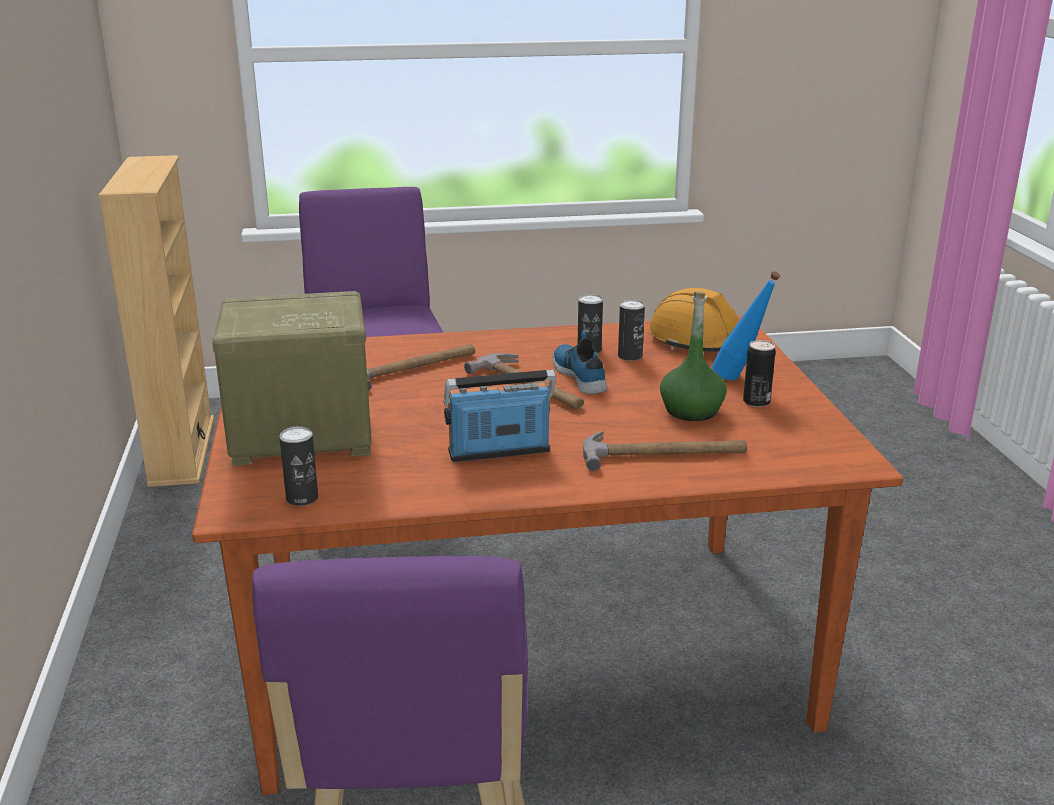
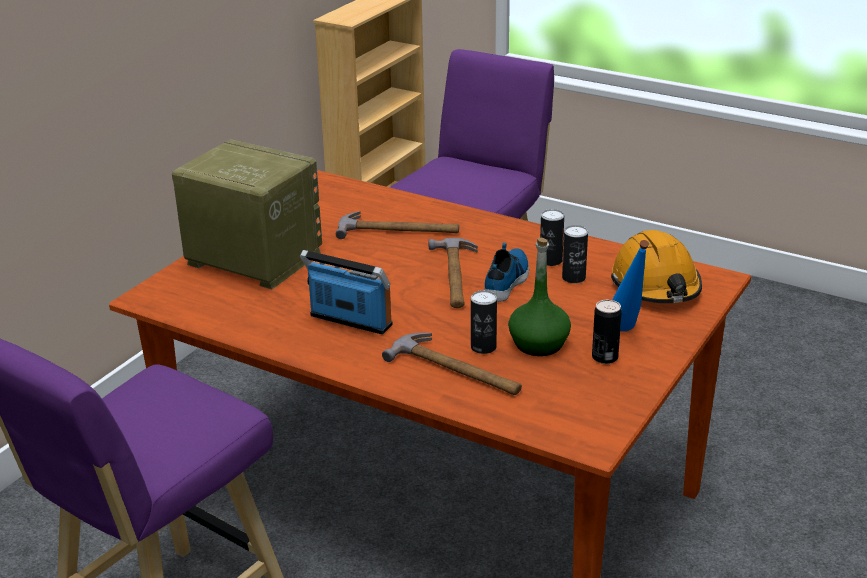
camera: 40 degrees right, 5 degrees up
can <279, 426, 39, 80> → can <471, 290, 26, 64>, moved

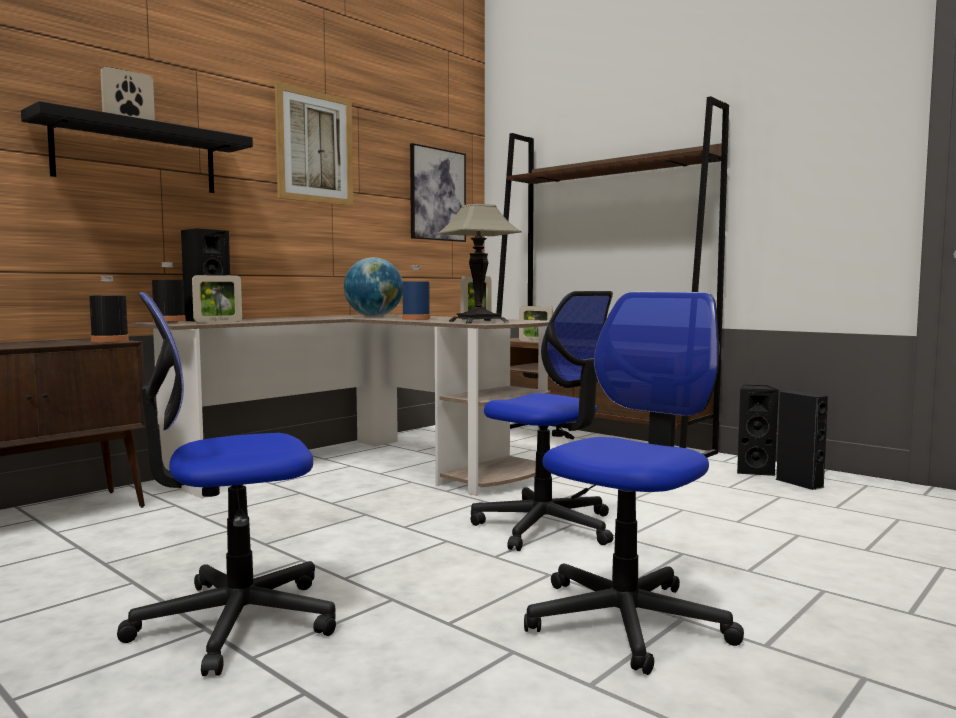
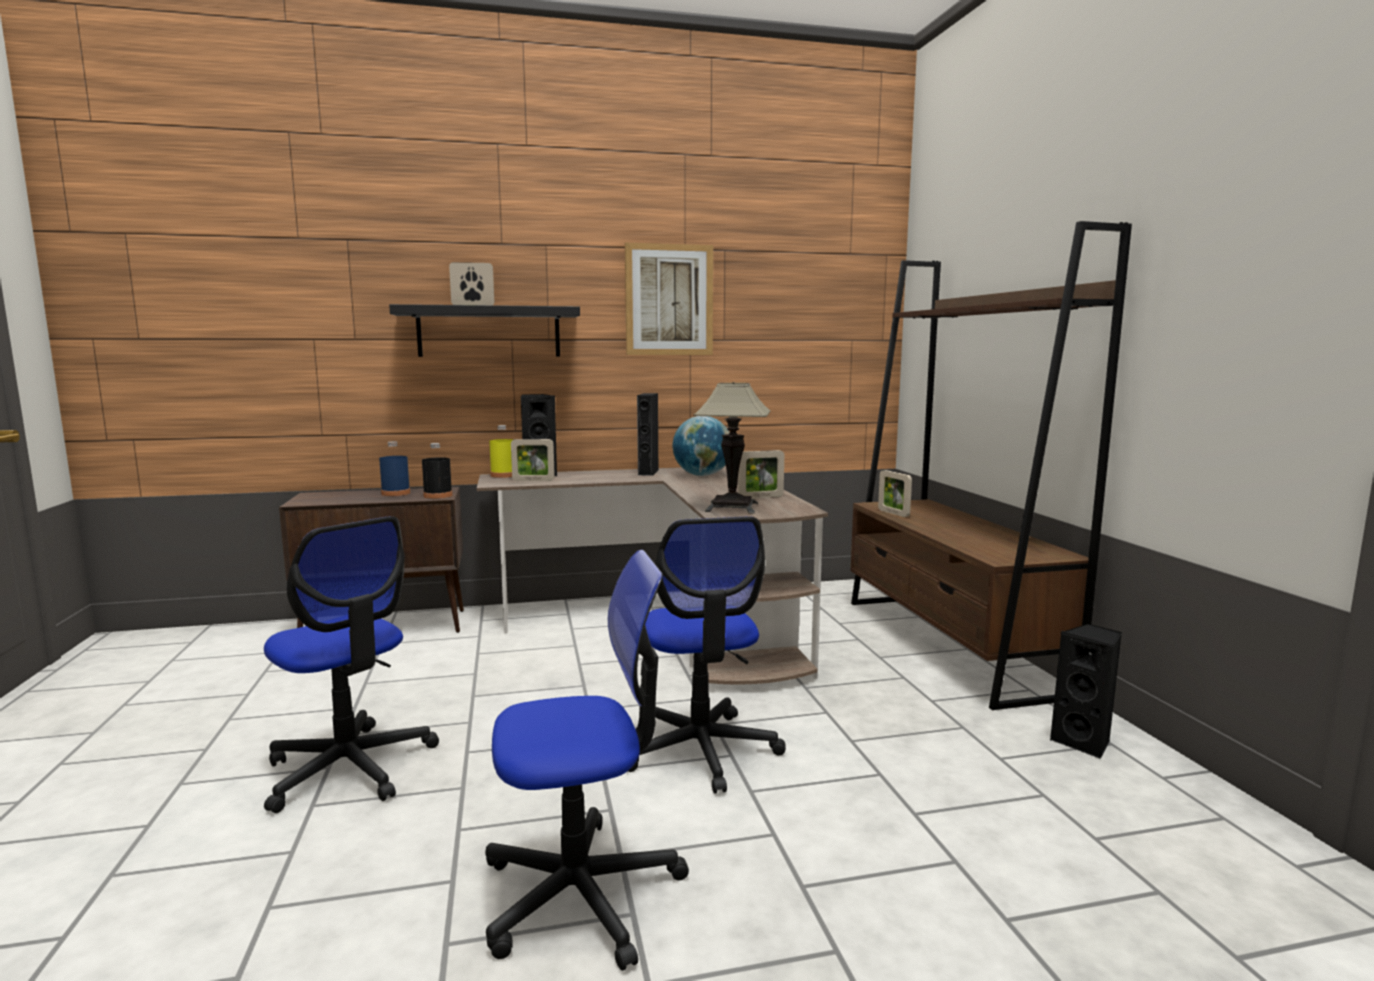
camera: 35 degrees right, 5 degrees up
office chair <117, 292, 219, 384> → office chair <264, 516, 175, 297>, 150 degrees counterclockwise
blue bottle <402, 265, 28, 55> → blue bottle <379, 441, 31, 55>, moved
black bottle <152, 262, 34, 60> → yellow bottle <489, 425, 24, 53>
black speaker <775, 391, 53, 99> → black speaker <637, 393, 21, 83>, moved
picture <410, 143, 56, 99> → -

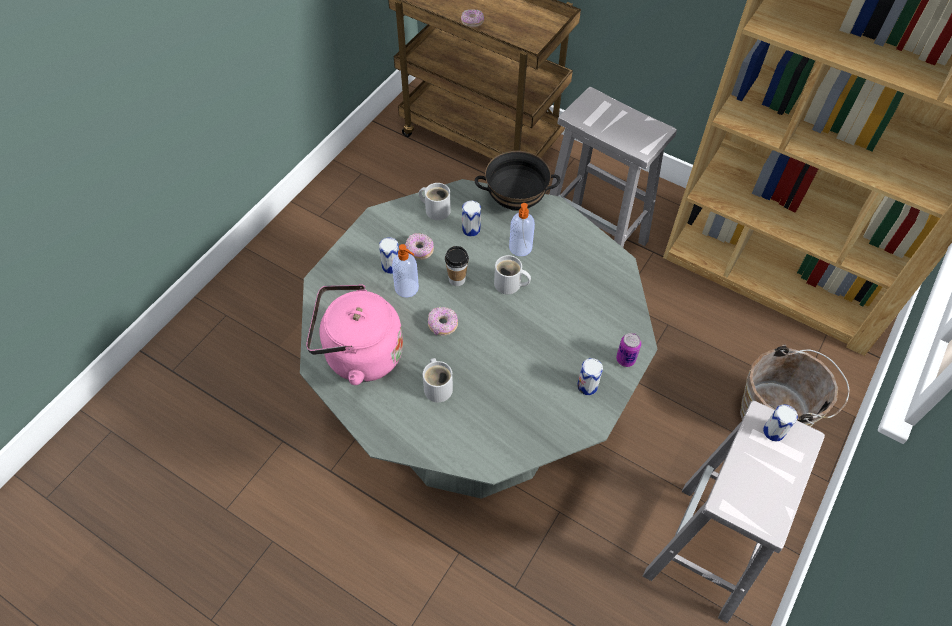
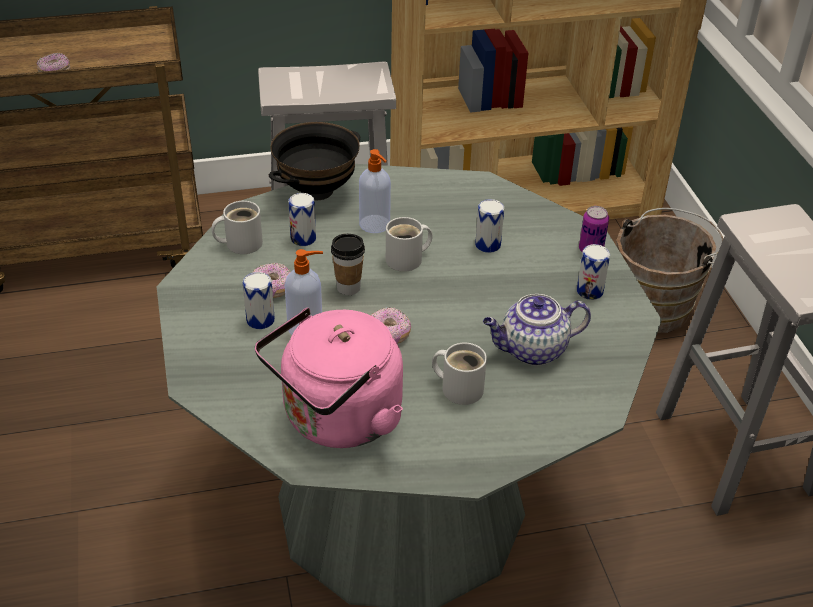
camera: 45 degrees left, 15 degrees down
can <763, 404, 35, 37> → can <475, 199, 29, 54>, moved
- → teapot <483, 294, 108, 72>

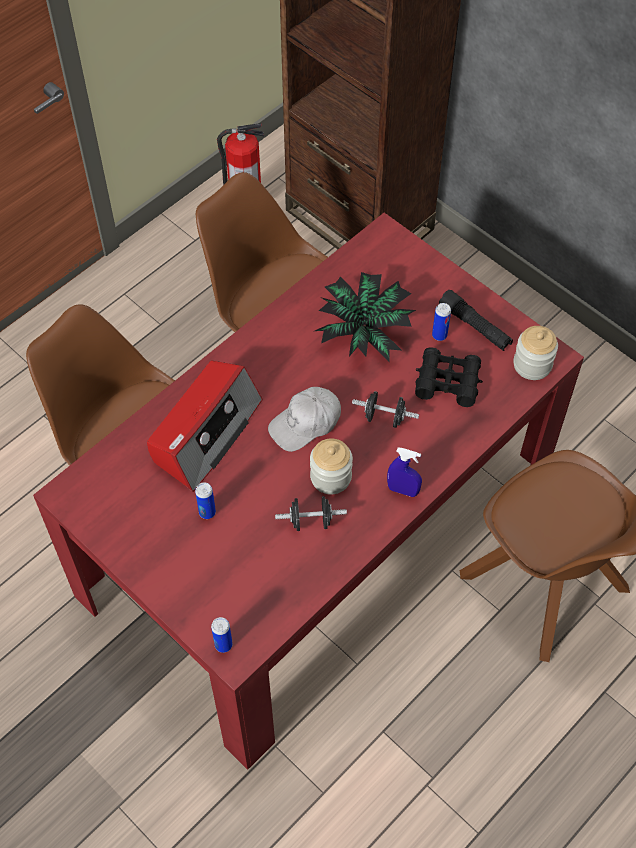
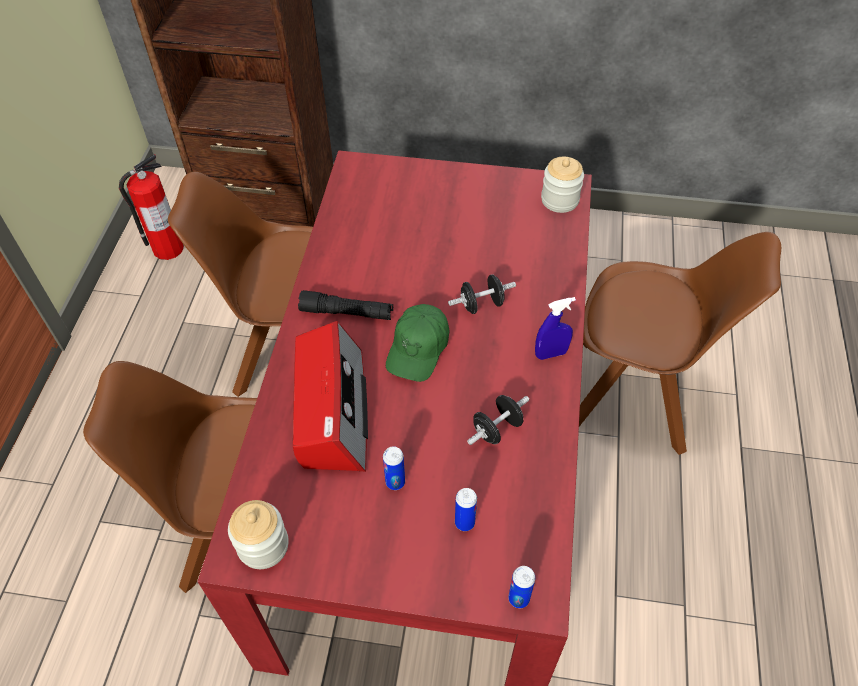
camera: 35 degrees left, 5 degrees down
jar <310, 438, 43, 56> → jar <228, 500, 61, 69>, moved
black flashlight <439, 290, 74, 61> → black flashlight <298, 290, 95, 30>, moved
white cap <268, 387, 73, 65> → green cap <386, 304, 63, 78>
can <432, 303, 19, 38> → can <455, 488, 22, 43>, moved
potted plant <315, 272, 101, 89> → -
black binoculars <415, 347, 68, 60> → -

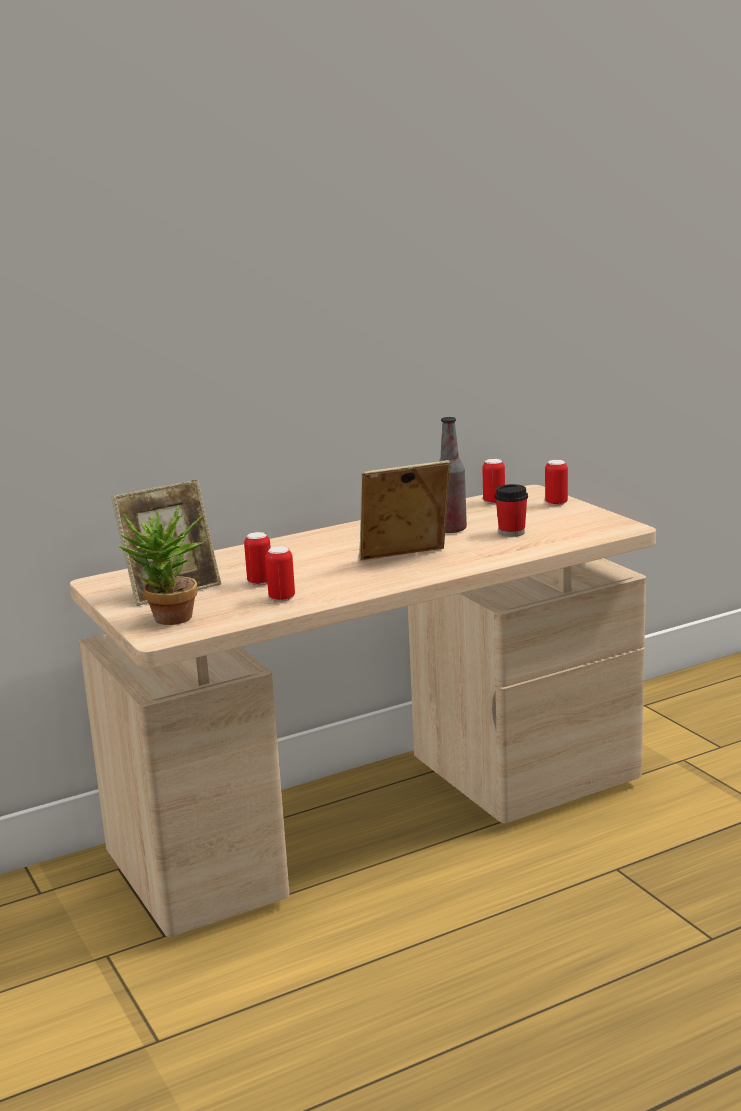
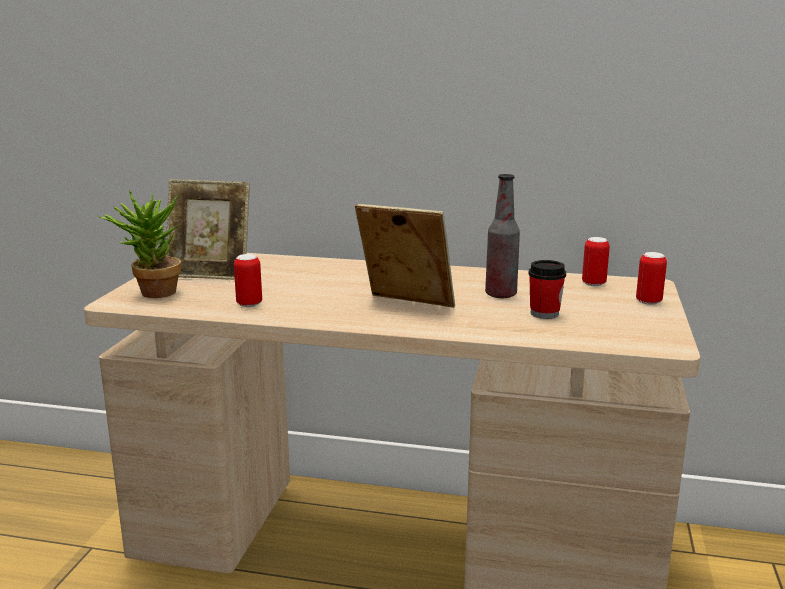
camera: 40 degrees right, 0 degrees up
can <244, 532, 27, 54> → -

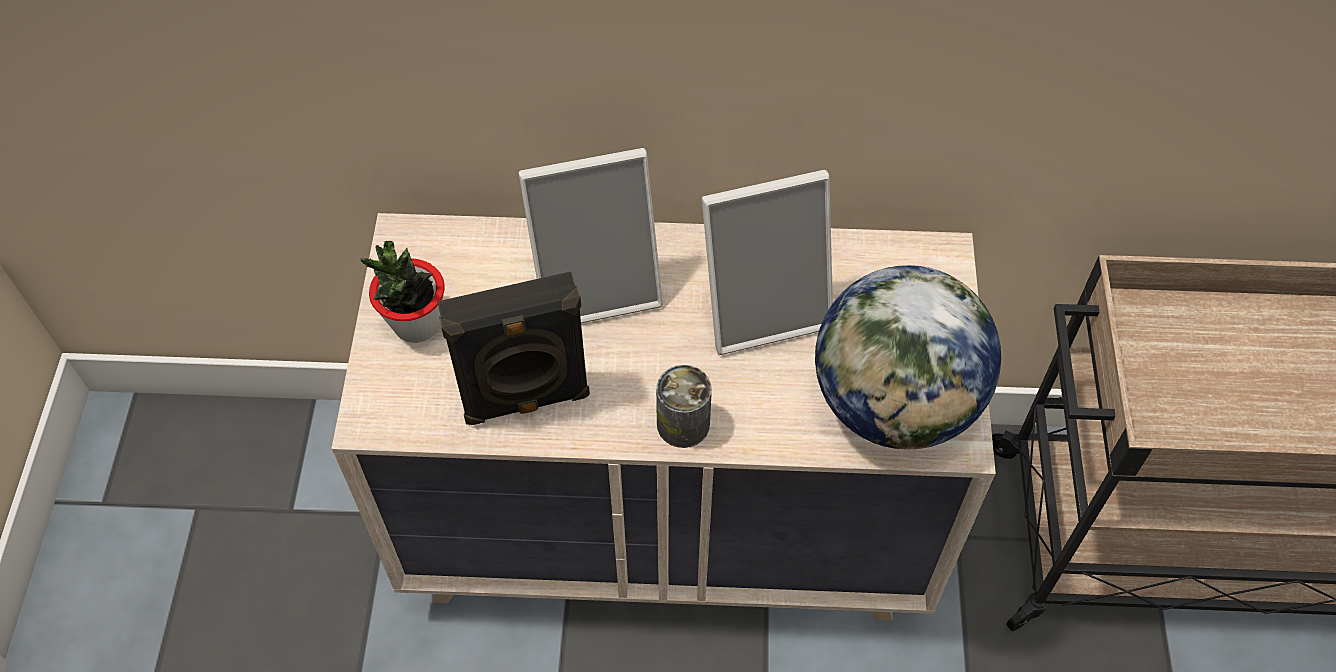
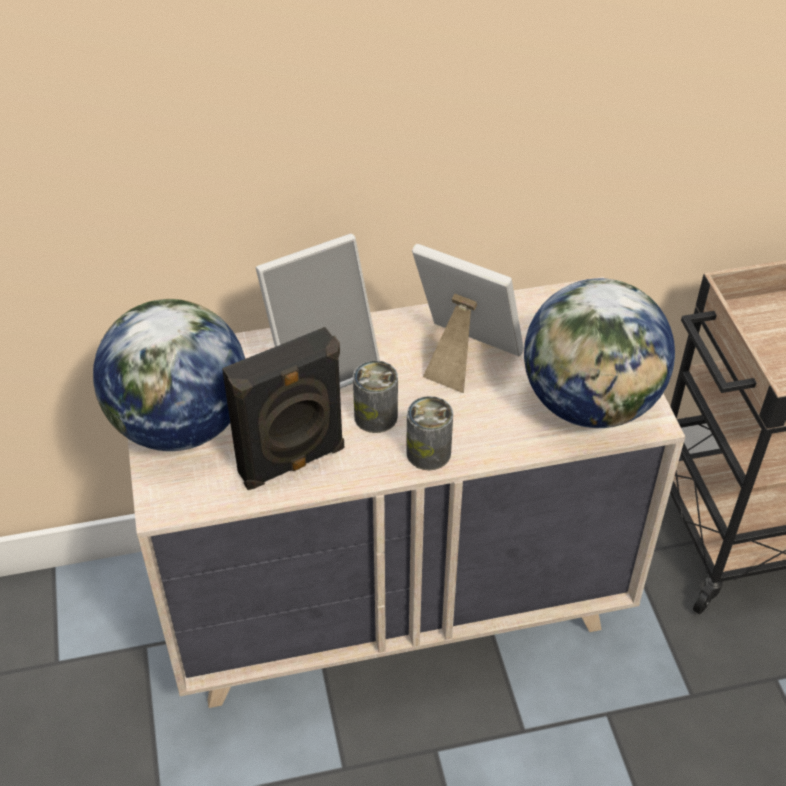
camera: 15 degrees left, 10 degrees down
potted plant <361, 241, 84, 102> → globe <93, 299, 152, 152>
- → can <353, 360, 45, 73>
picture frame <702, 170, 131, 185> → picture frame <412, 244, 112, 149>, 120 degrees counterclockwise

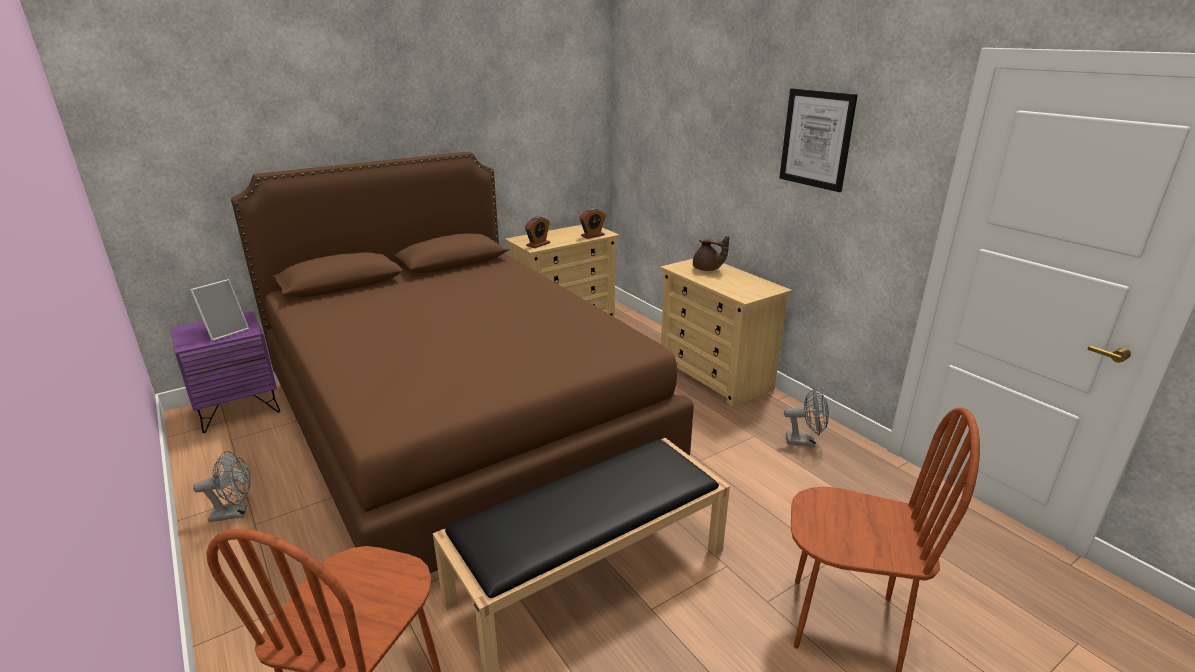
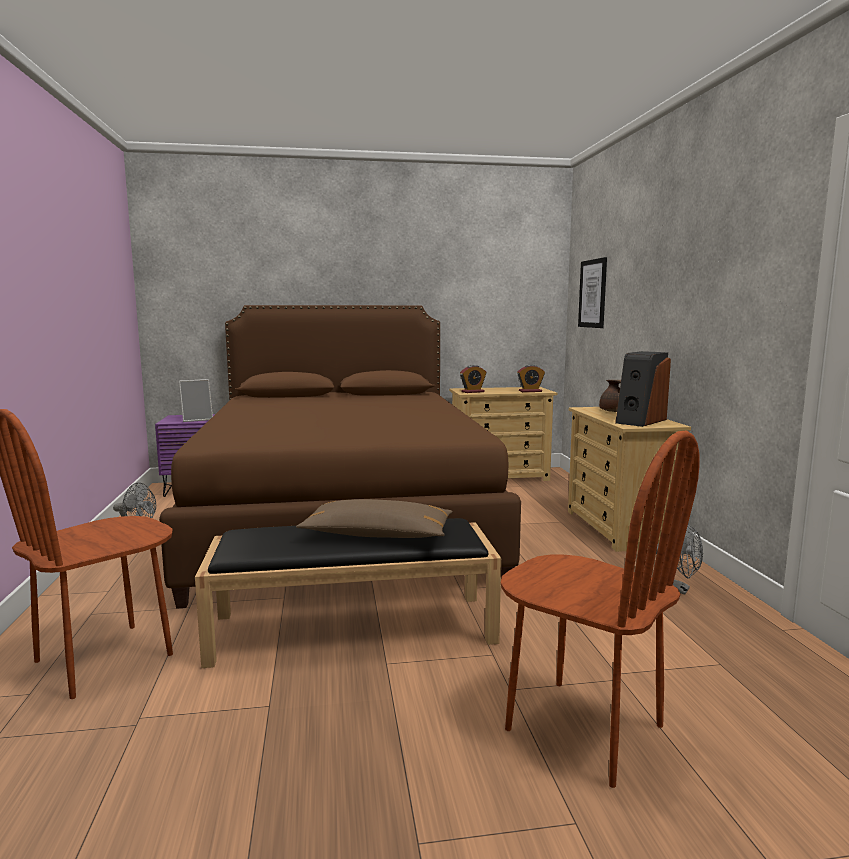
camera: 25 degrees right, 15 degrees down
- → brown pillow <296, 499, 157, 39>
picture <779, 88, 79, 104> → picture <578, 257, 29, 71>, moved
- → speaker <615, 351, 56, 76>

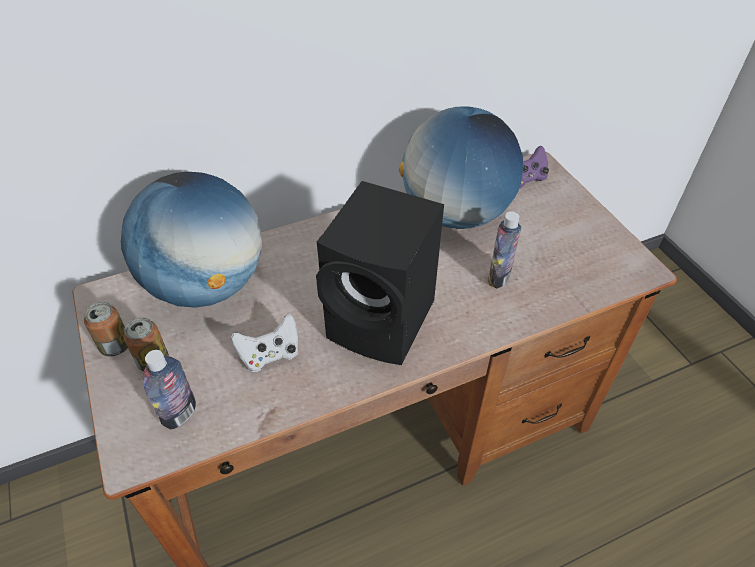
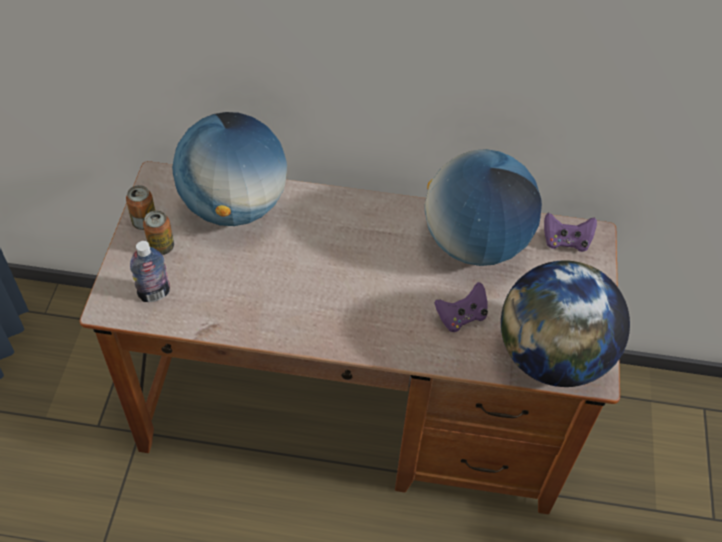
camera: 30 degrees right, 5 degrees up
bottle <488, 211, 33, 78> → purple game controller <434, 282, 54, 50>
- → globe <501, 260, 129, 127>
white game controller <231, 314, 67, 58> → -
black speaker <316, 181, 128, 184> → -

